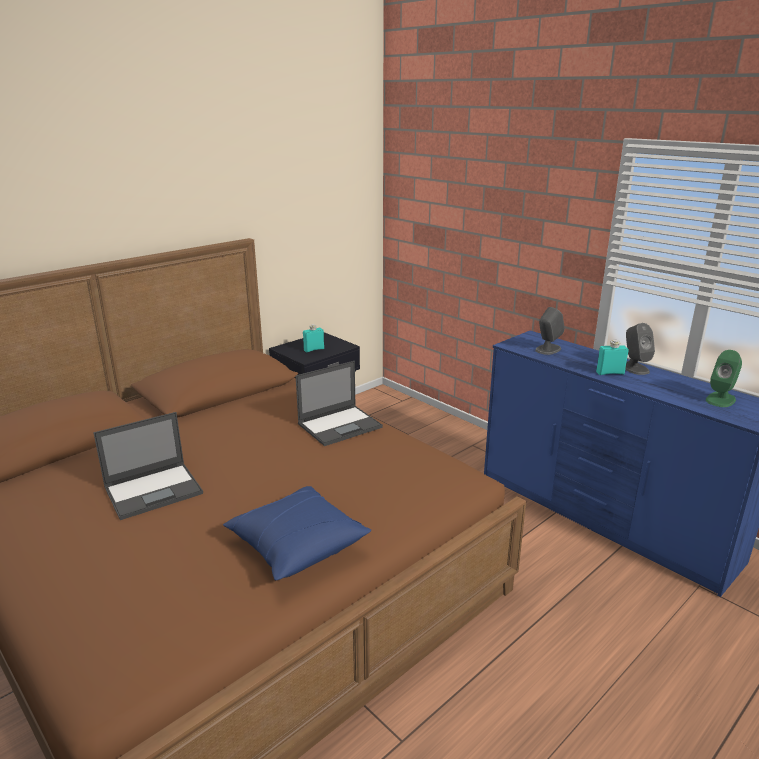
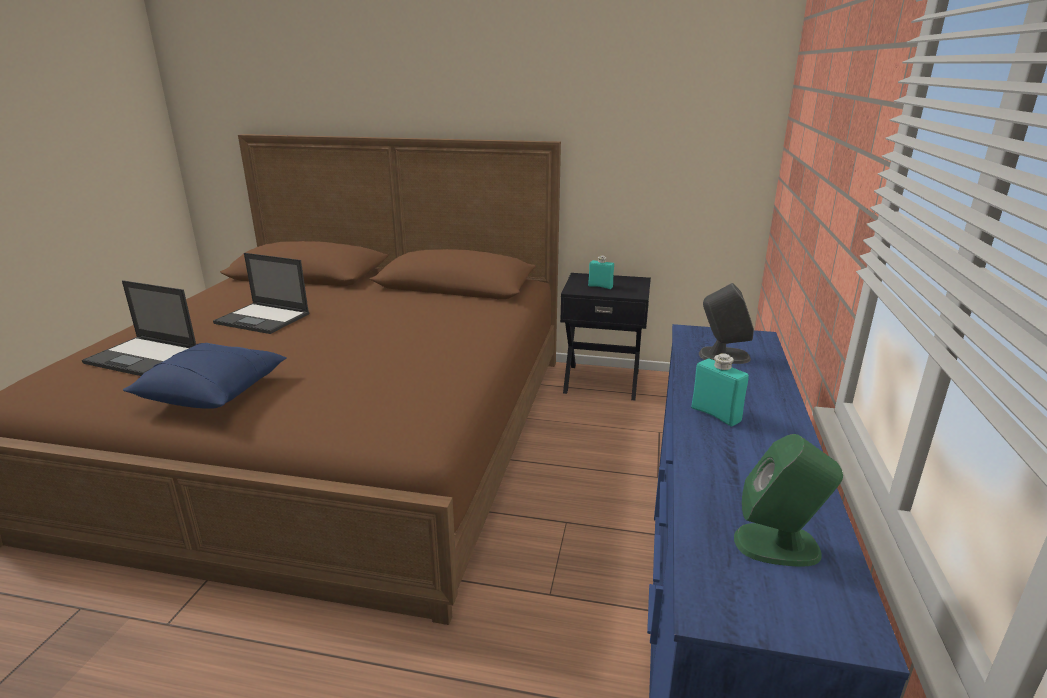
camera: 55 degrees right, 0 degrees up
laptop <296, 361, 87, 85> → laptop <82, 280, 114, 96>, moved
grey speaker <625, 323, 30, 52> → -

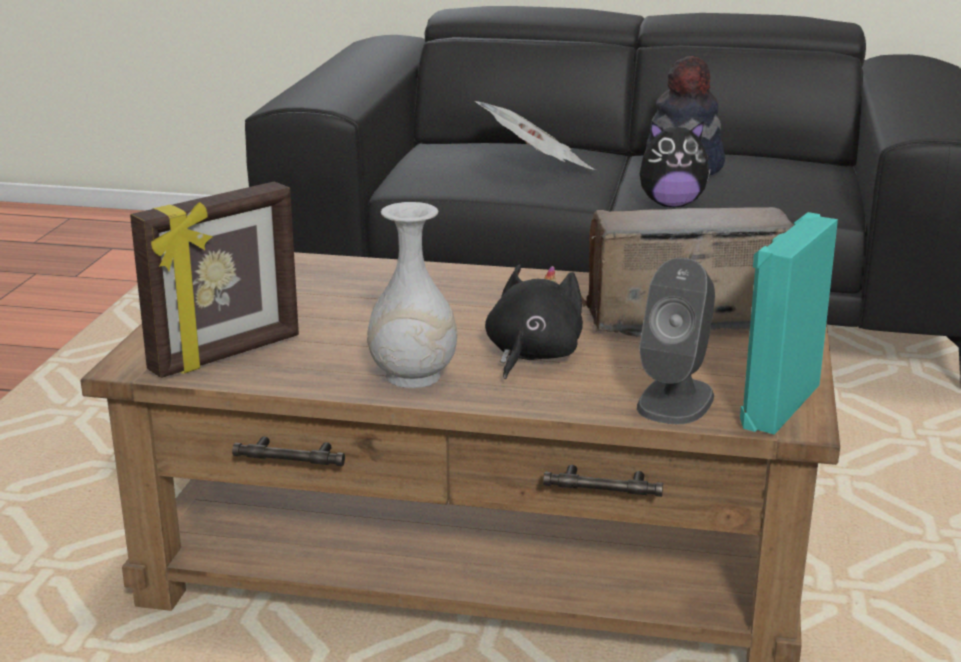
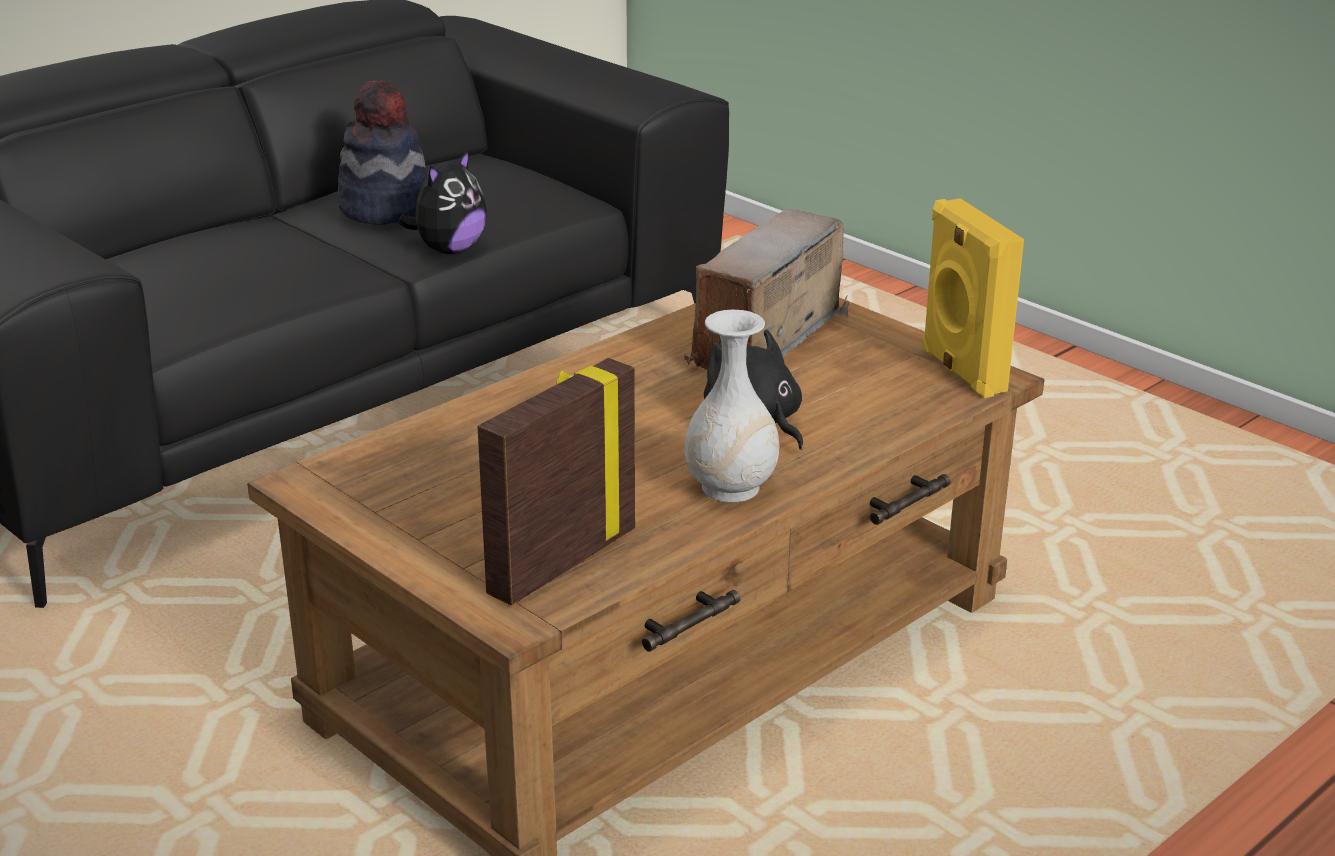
camera: 55 degrees left, 5 degrees up
picture frame <130, 182, 169, 196> → picture frame <478, 358, 157, 247>, 135 degrees counterclockwise
turquoise speaker <740, 212, 98, 223> → yellow speaker <922, 198, 102, 200>
newspaper <475, 101, 121, 69> → -
grey speaker <637, 258, 78, 166> → -

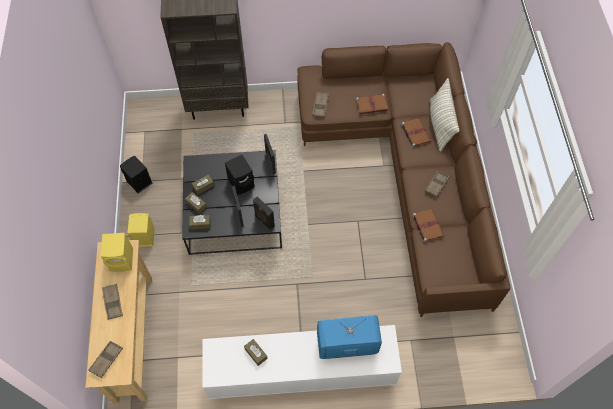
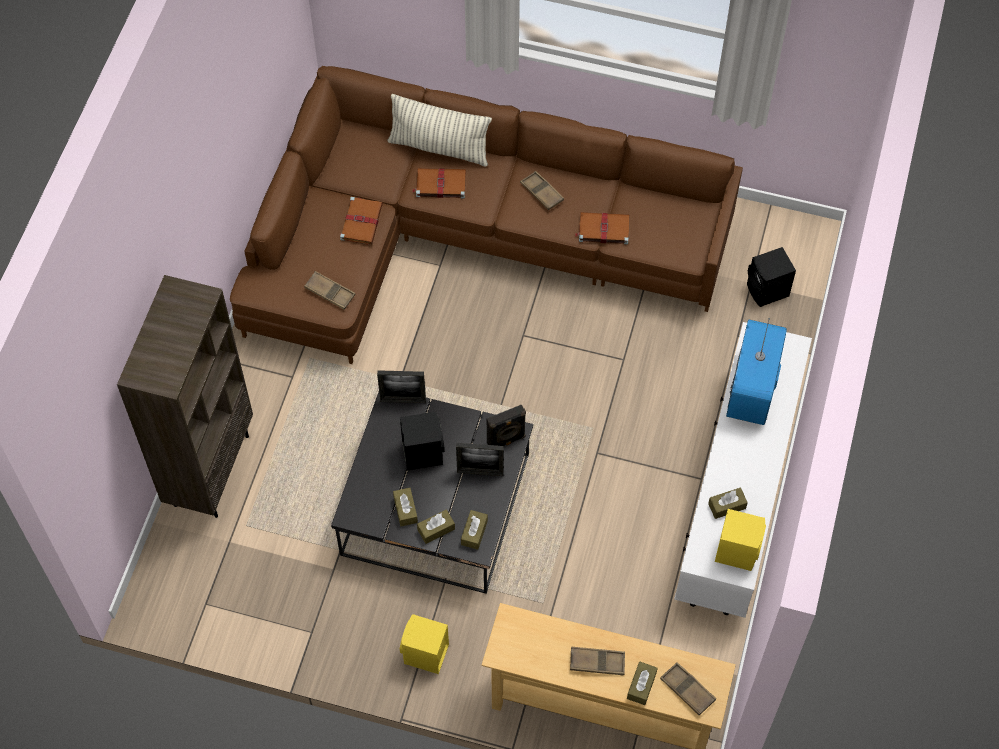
camera: 70 degrees left, 0 degrees up
- → brown tissue box <627, 661, 31, 44>
yellow speaker <101, 233, 32, 39> → yellow speaker <715, 509, 51, 62>, moved
black speaker <120, 156, 32, 37> → black speaker <747, 247, 49, 60>, moved

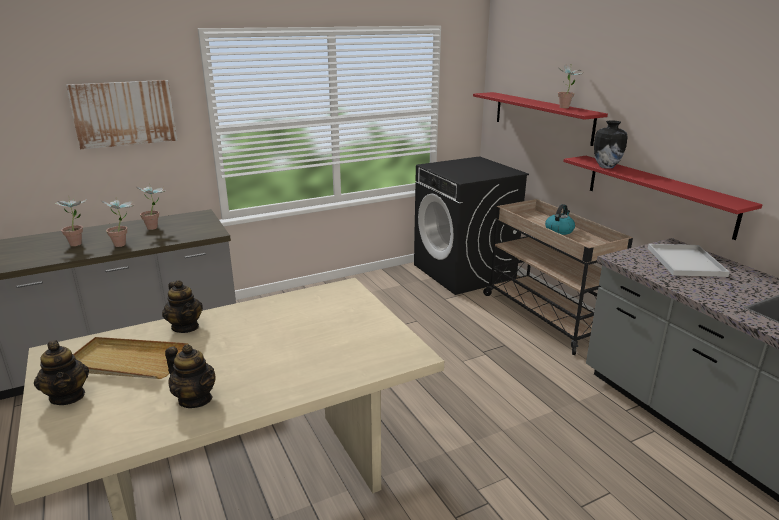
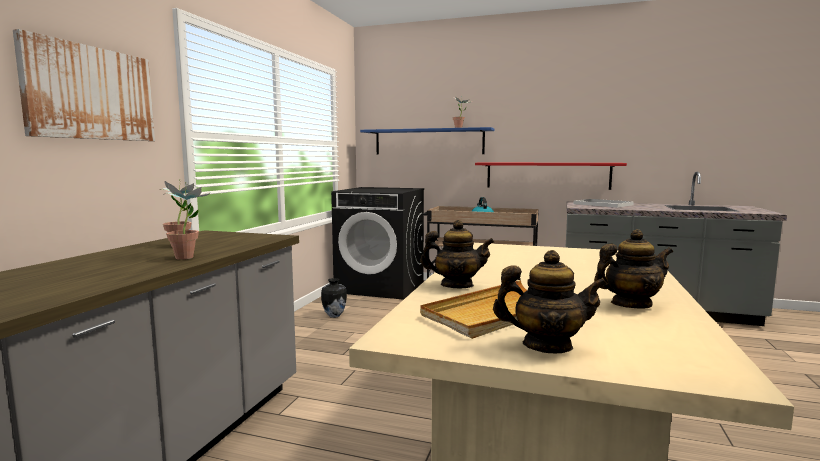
camera: 45 degrees left, 15 degrees down
vase <594, 120, 34, 49> → vase <321, 278, 26, 40>, moved
red shelf <473, 92, 135, 54> → blue shelf <360, 127, 134, 27>
potted plant <55, 199, 31, 47> → -

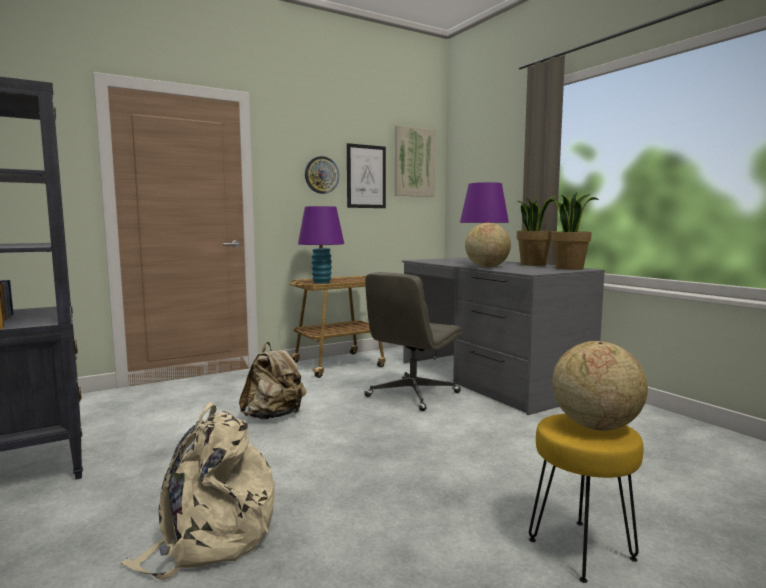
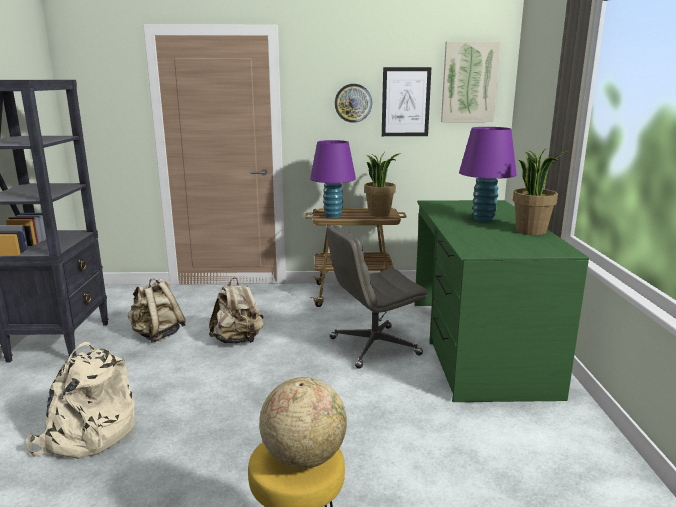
camera: 30 degrees right, 10 degrees up
- → beige backpack <128, 278, 58, 64>
potted plant <549, 191, 51, 79> → potted plant <364, 152, 37, 65>, moved
grey desk <402, 257, 203, 158> → green desk <415, 200, 174, 202>
globe <465, 223, 46, 45> → -

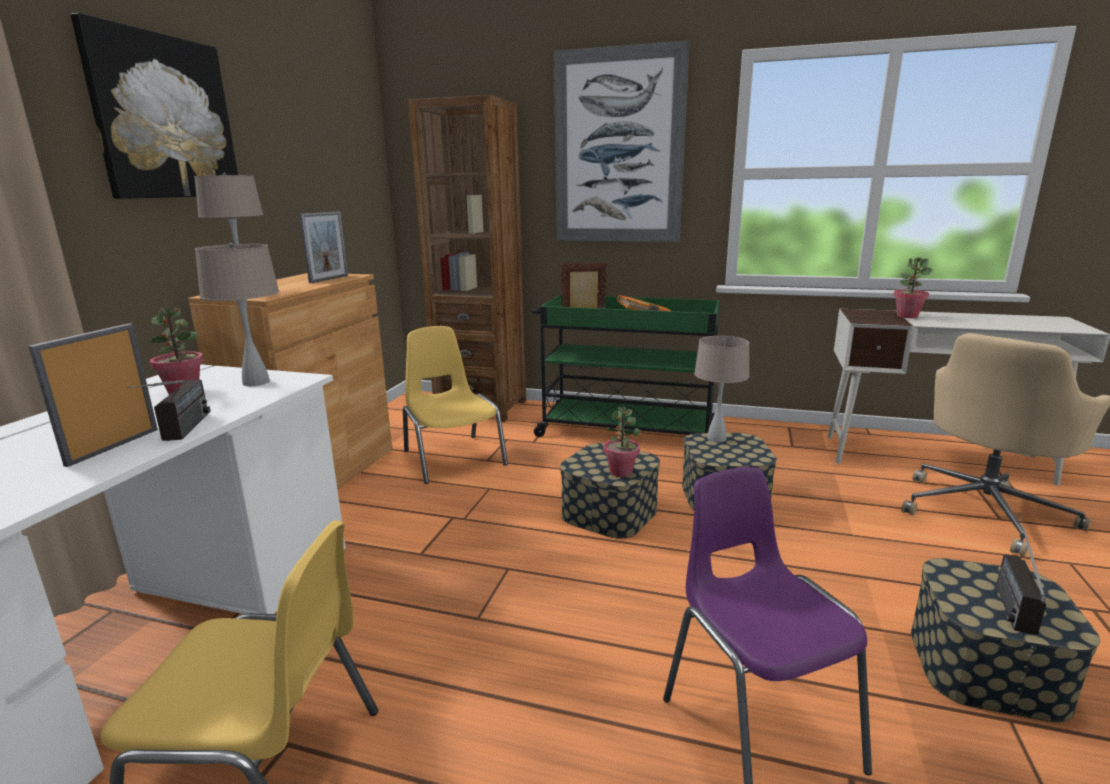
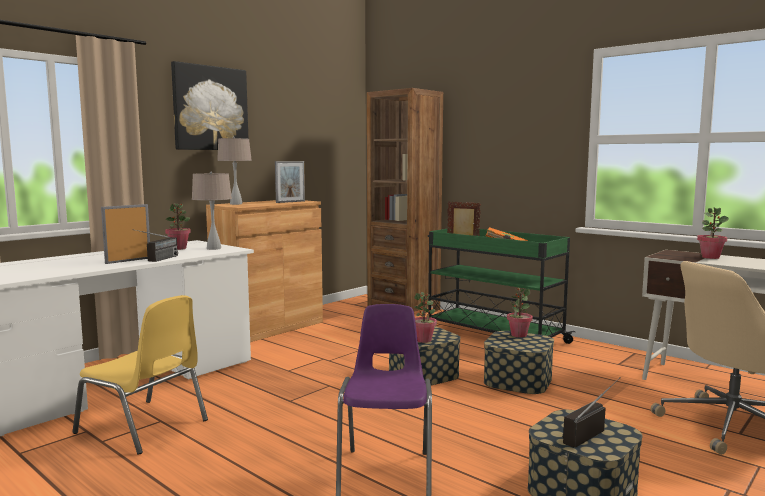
camera: 25 degrees right, 10 degrees down
beige table lamp <694, 336, 55, 106> → potted plant <507, 288, 26, 50>
yellow chair <403, 326, 105, 158> → -
picture <554, 40, 135, 202> → -

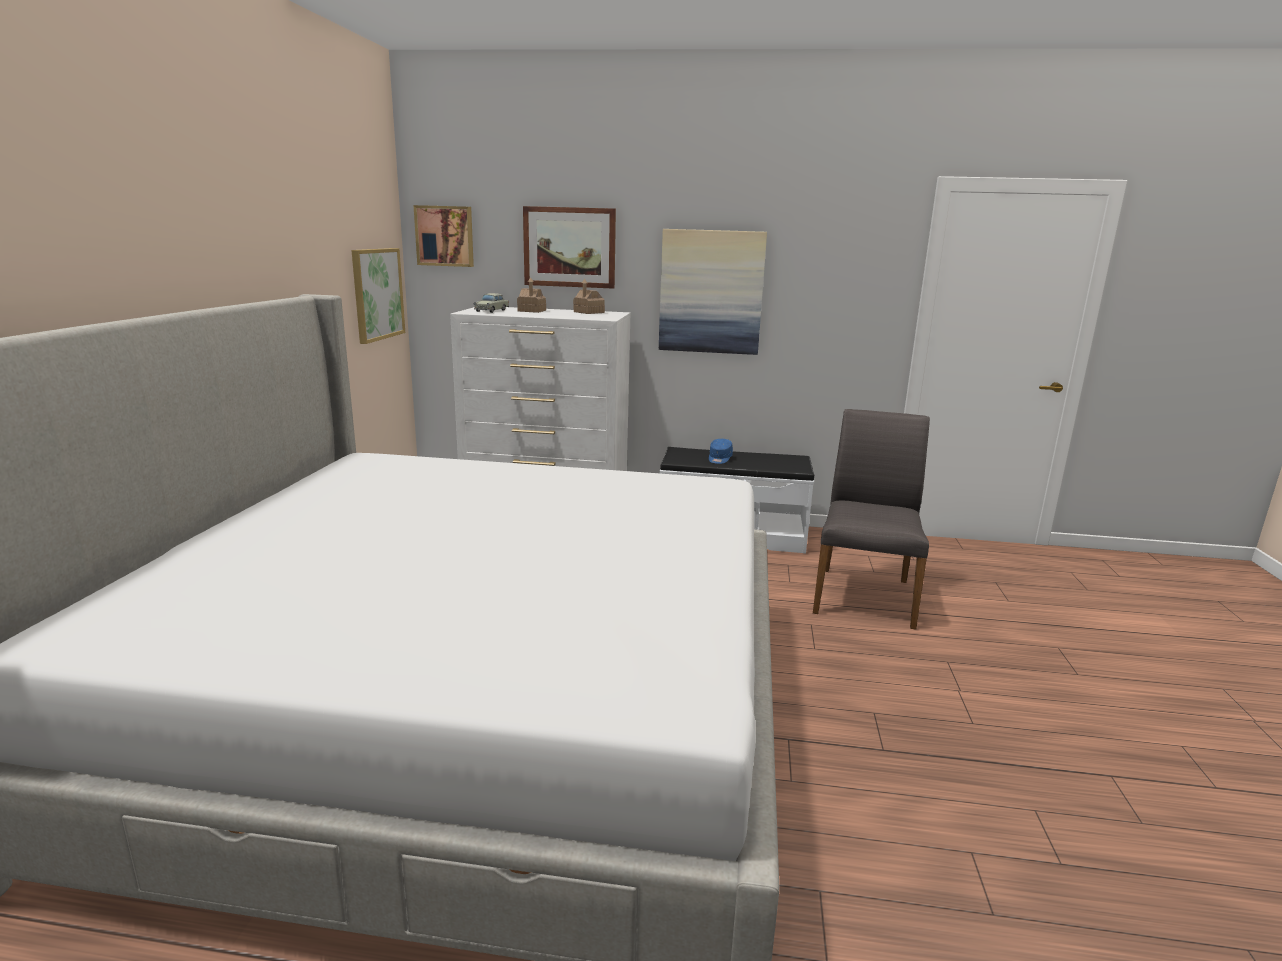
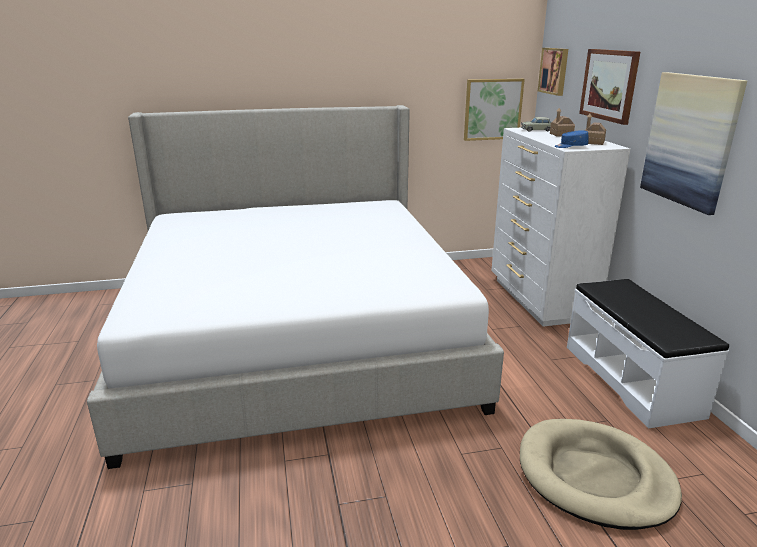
camera: 70 degrees right, 5 degrees up
grey chair <813, 409, 117, 221> → beige dog bed <520, 419, 162, 111>
blue cap <709, 439, 24, 25> → blue cap <555, 130, 34, 18>, moved

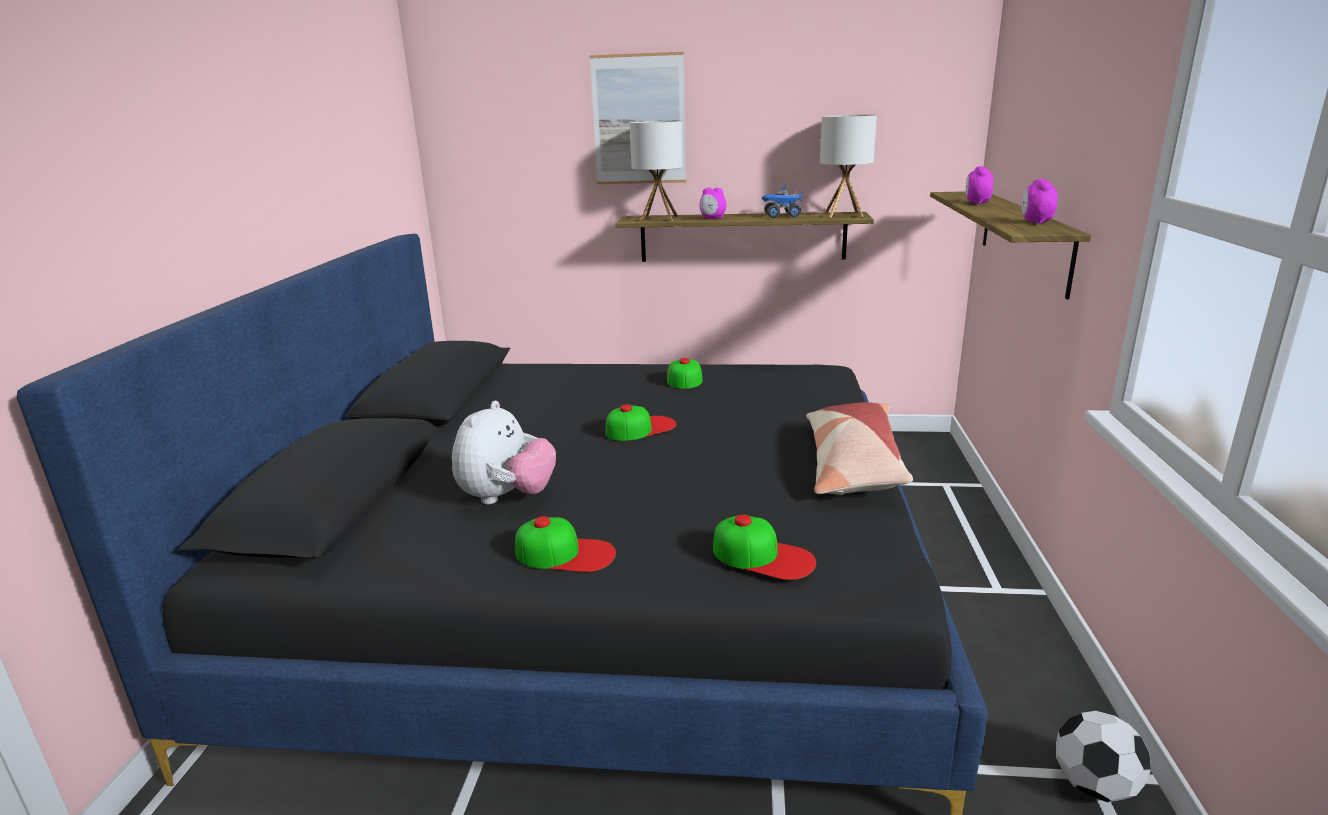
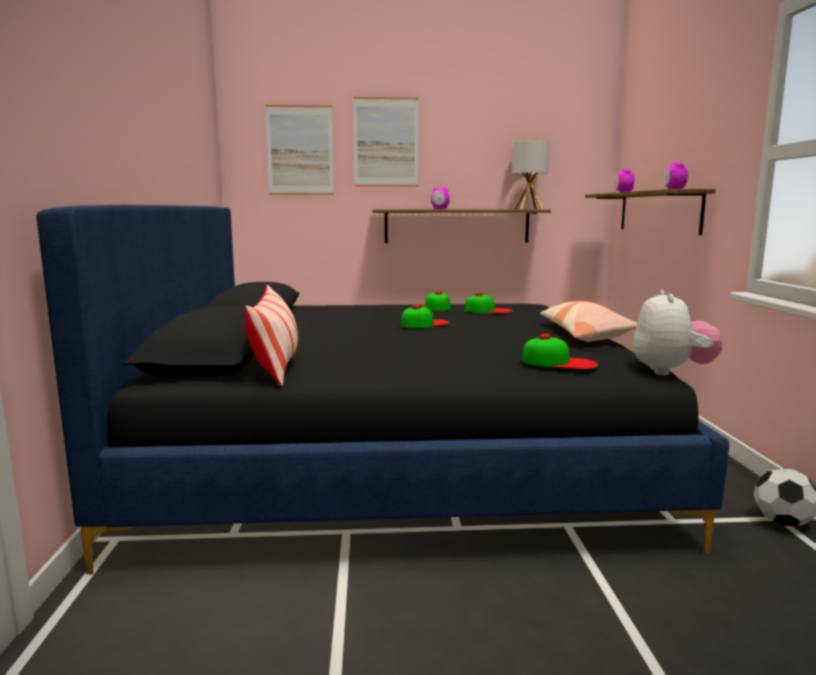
camera: 10 degrees left, 10 degrees down
- → pillow <245, 285, 53, 101>
- → picture <265, 105, 69, 90>
cap <515, 516, 101, 56> → cap <465, 293, 48, 20>, moved
plush toy <452, 401, 104, 104> → plush toy <633, 290, 89, 85>, moved
table lamp <630, 121, 53, 100> → -
toy truck <761, 185, 42, 33> → -

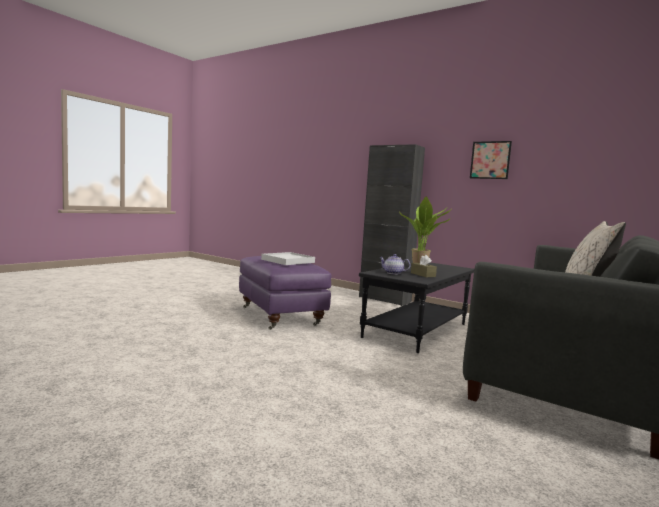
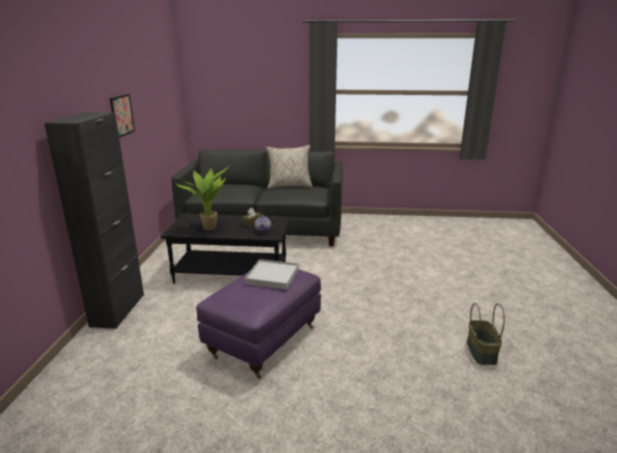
camera: 120 degrees left, 15 degrees up
- → basket <467, 303, 38, 62>

